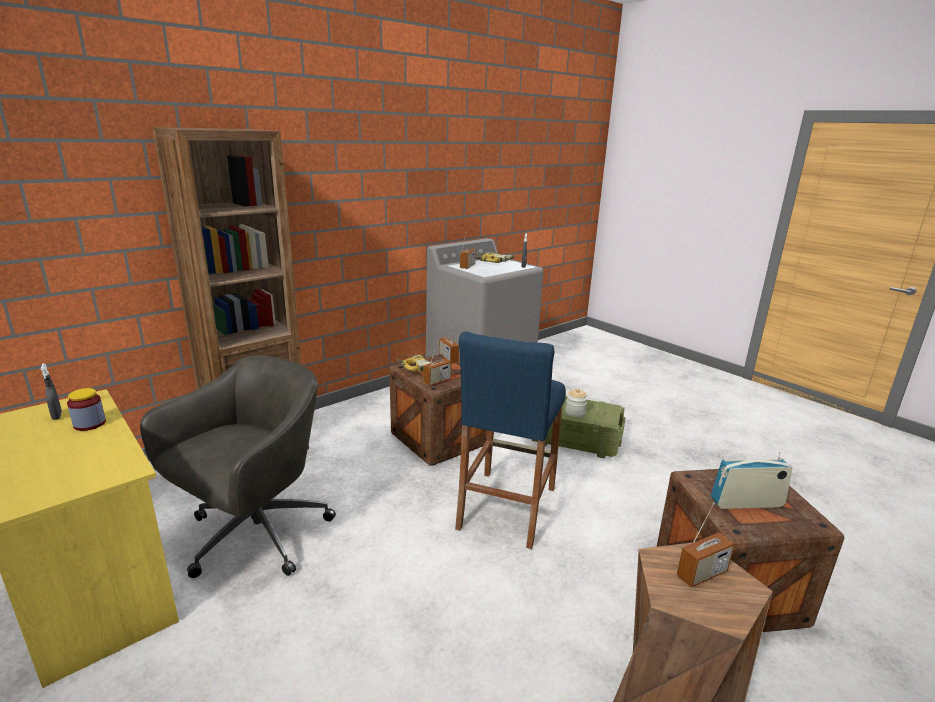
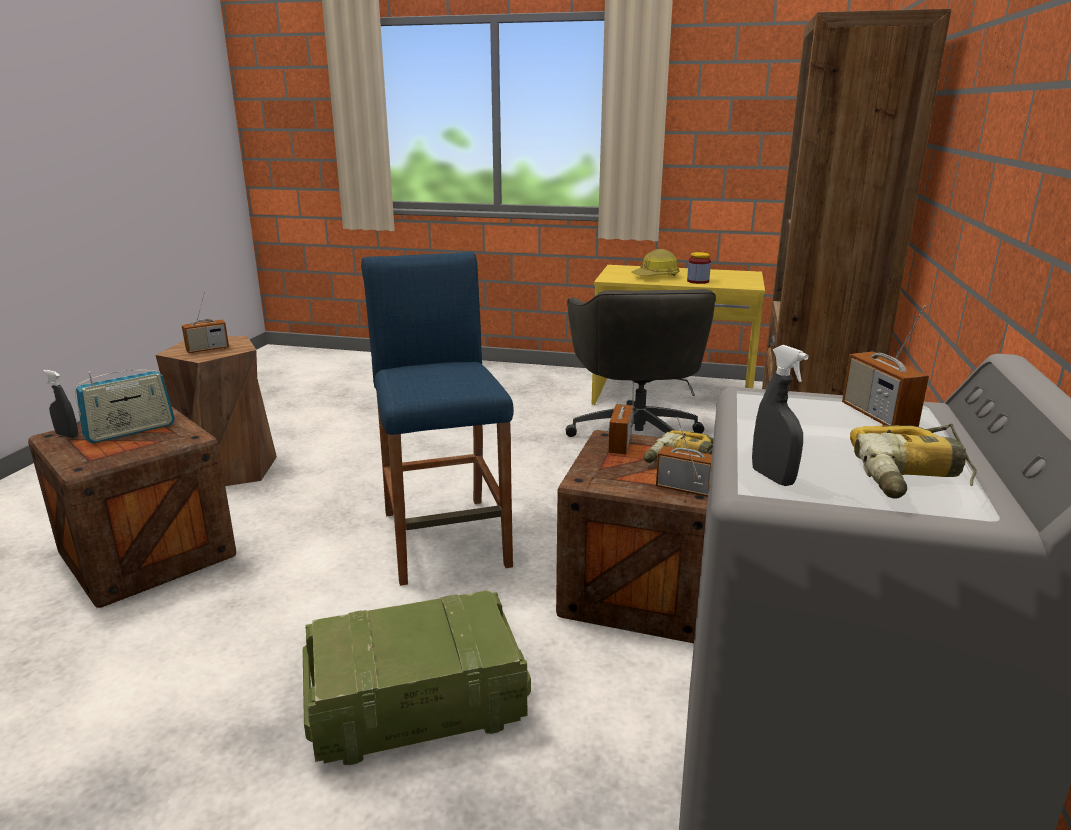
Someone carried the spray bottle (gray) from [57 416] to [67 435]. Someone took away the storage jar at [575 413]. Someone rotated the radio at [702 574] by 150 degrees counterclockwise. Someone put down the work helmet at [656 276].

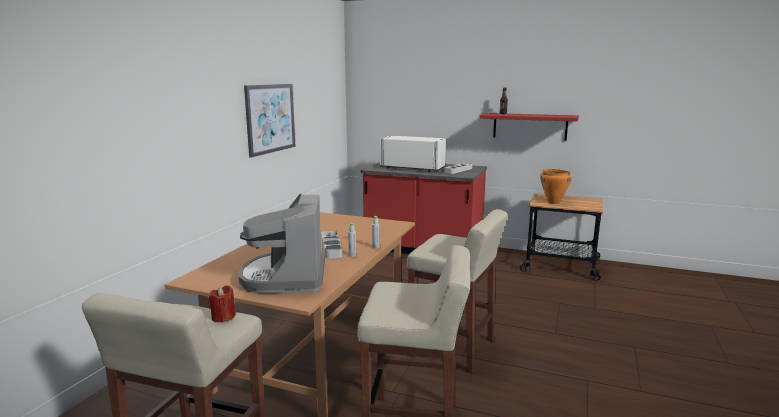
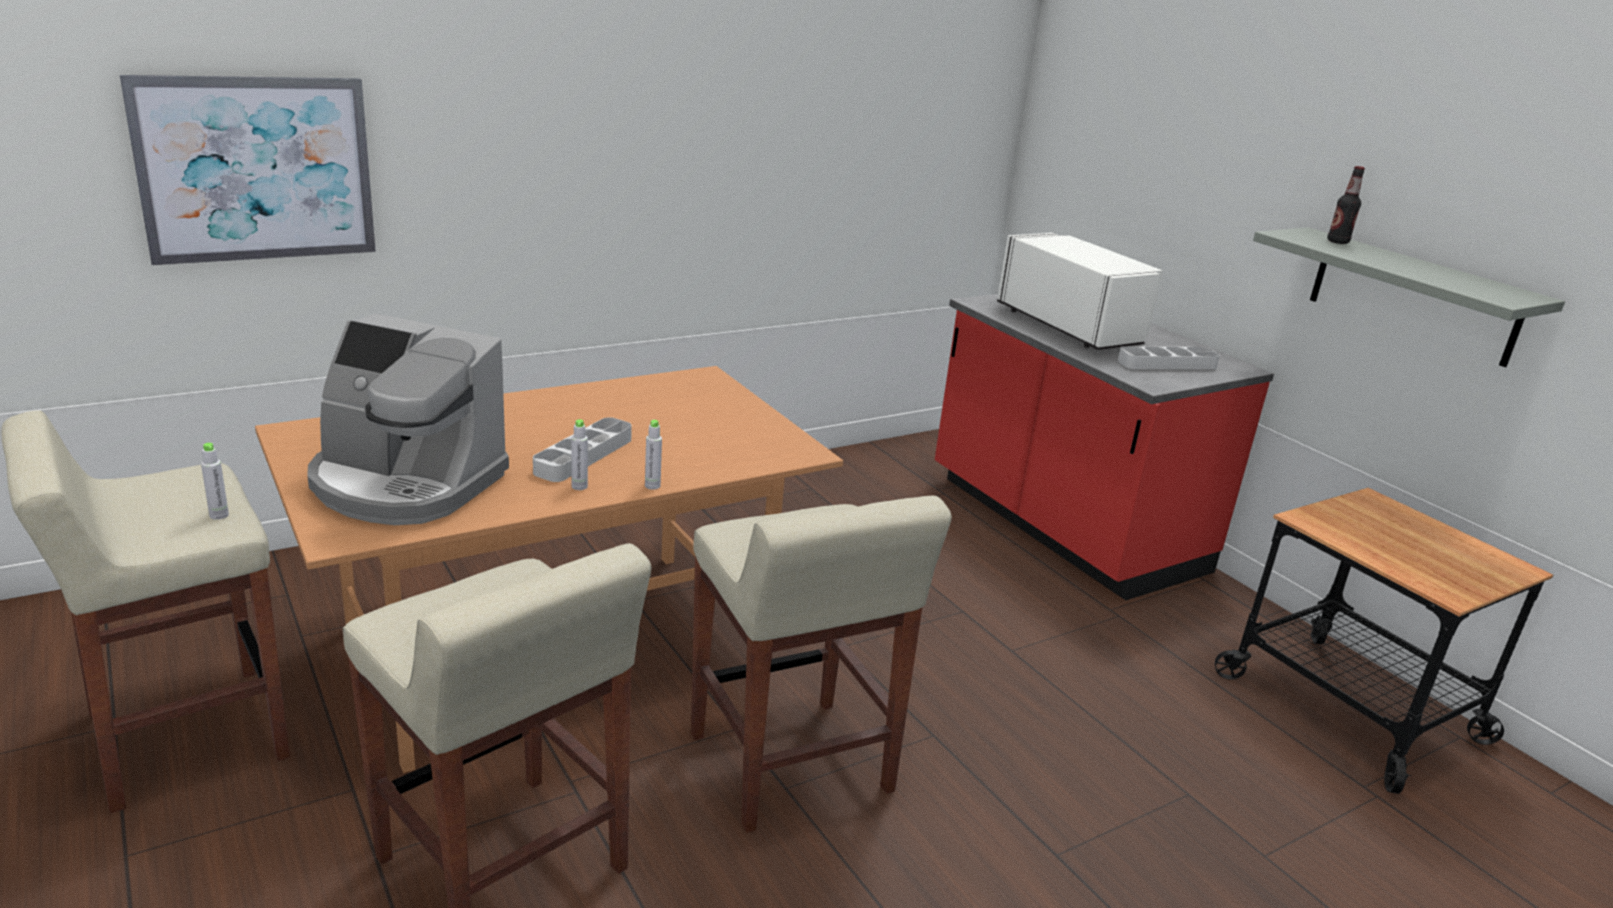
Someone carried the picture from [270 118] to [257 169]. Someone repainted the wall shelf (red) at [529 126], which became the wall shelf (gray) at [1413 296]. Someone took away the stockpot (orange-coloured) at [553 202]. Someone rotated the coffee maker at [285 277] by 105 degrees counterclockwise. Someone swapped the candle (red) at [223 317] for the drink bottle (gray) at [219 515].

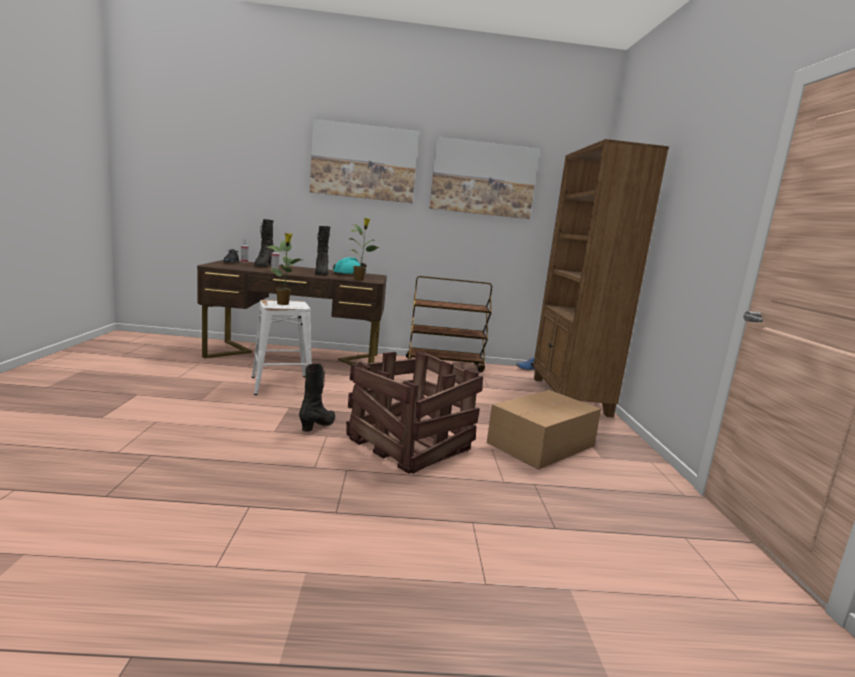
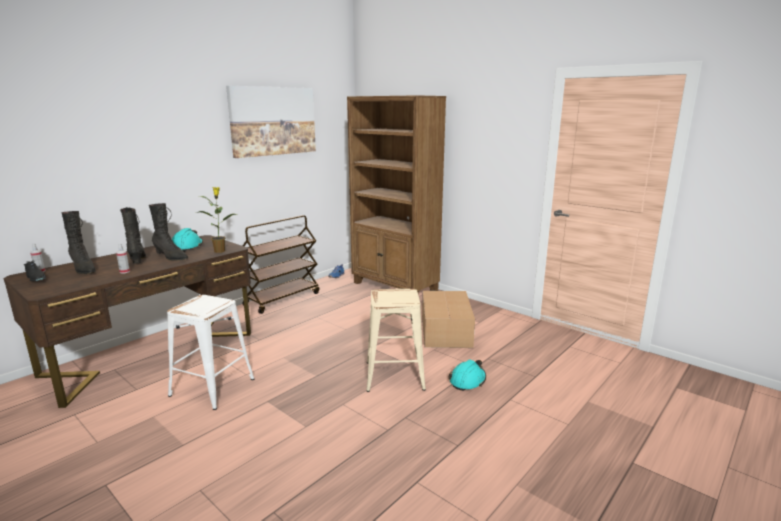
Someone took away the picture at [364 162]. Someone took away the potted plant at [283 304]. Someone swapped the packing crate at [408 444] for the stool (sand-coloured) at [394 375]. Someone carried the high-top boot (black-coloured) from [318 425] to [138 260]. Someone put down the work helmet (blue-green) at [467 380].

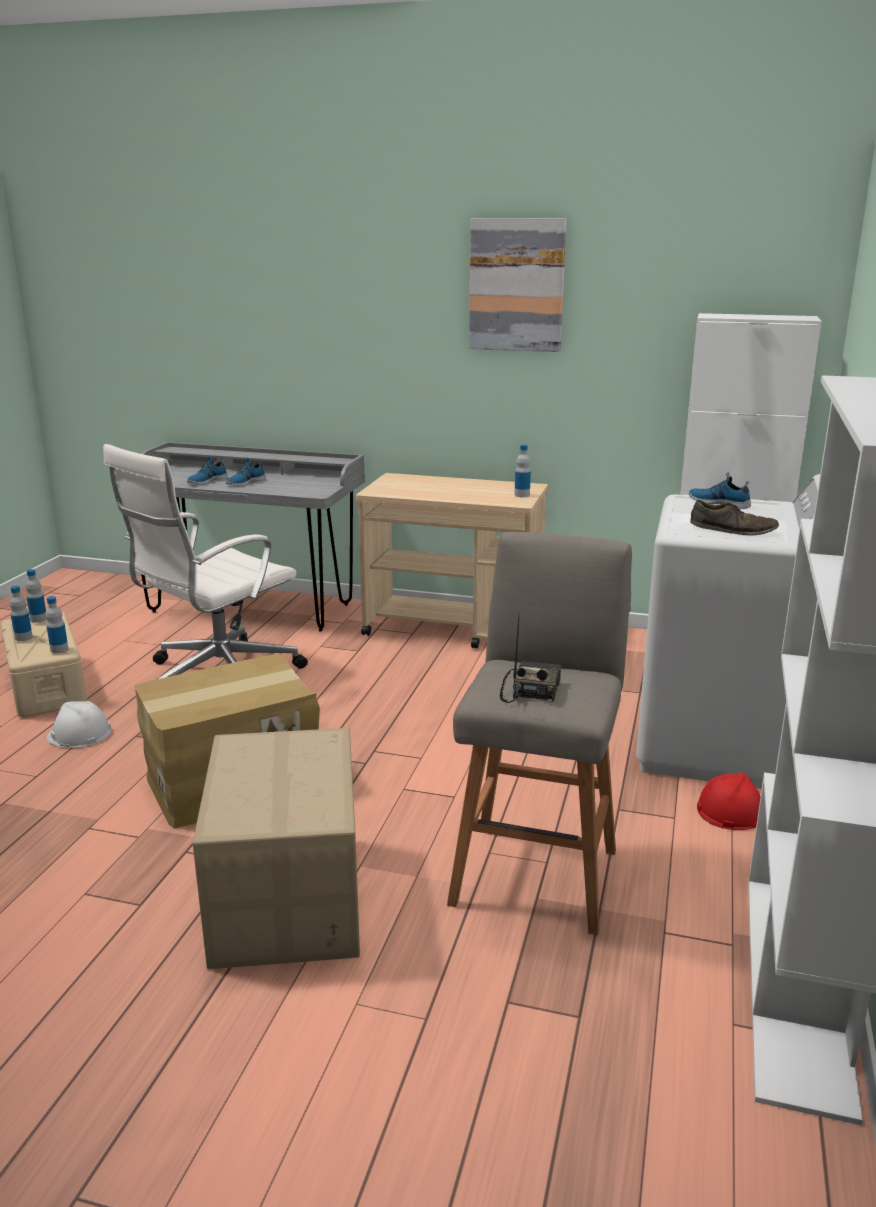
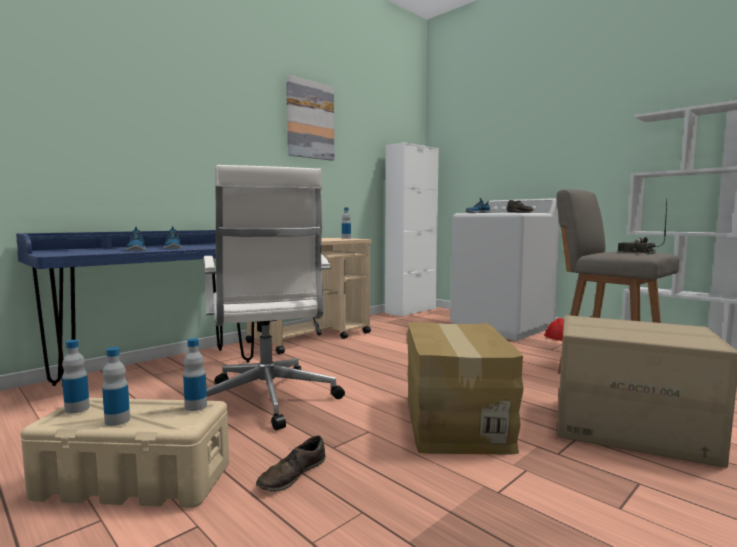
Someone repainted the desk unit (gray) at [251 607], which became the desk unit (blue-coloured) at [158 372]. Someone swapped the work helmet (whitish) at [79 734] for the shoe (brown) at [292 475].

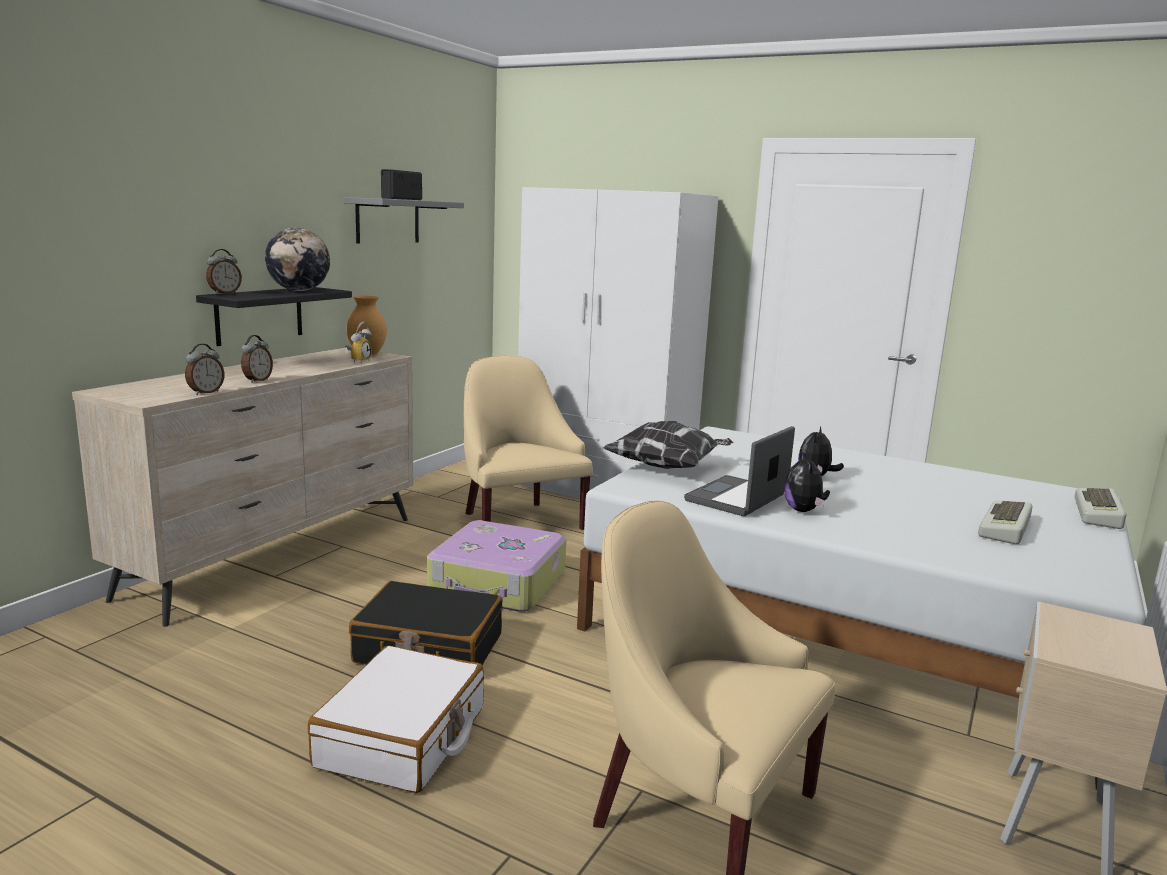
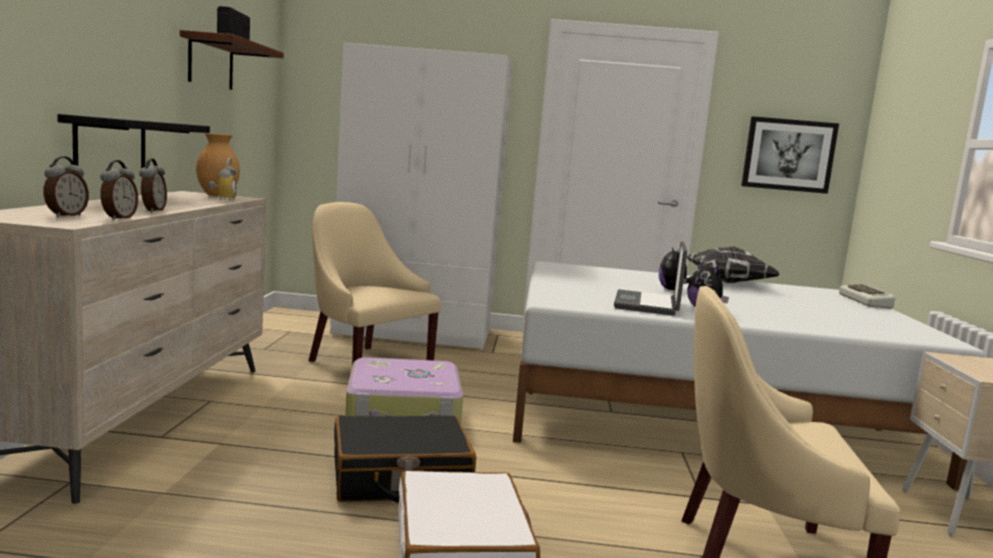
Someone repainted the wall shelf (gray) at [388 221], which became the wall shelf (brown) at [211 63]. Someone took away the desk globe at [299 290]. Someone carried the table clock from [224 293] to [65 216]. Someone carried the pillow from [668 467] to [729 283]. Someone took away the keyboard at [1007 529]. Someone put up the picture at [788 155].

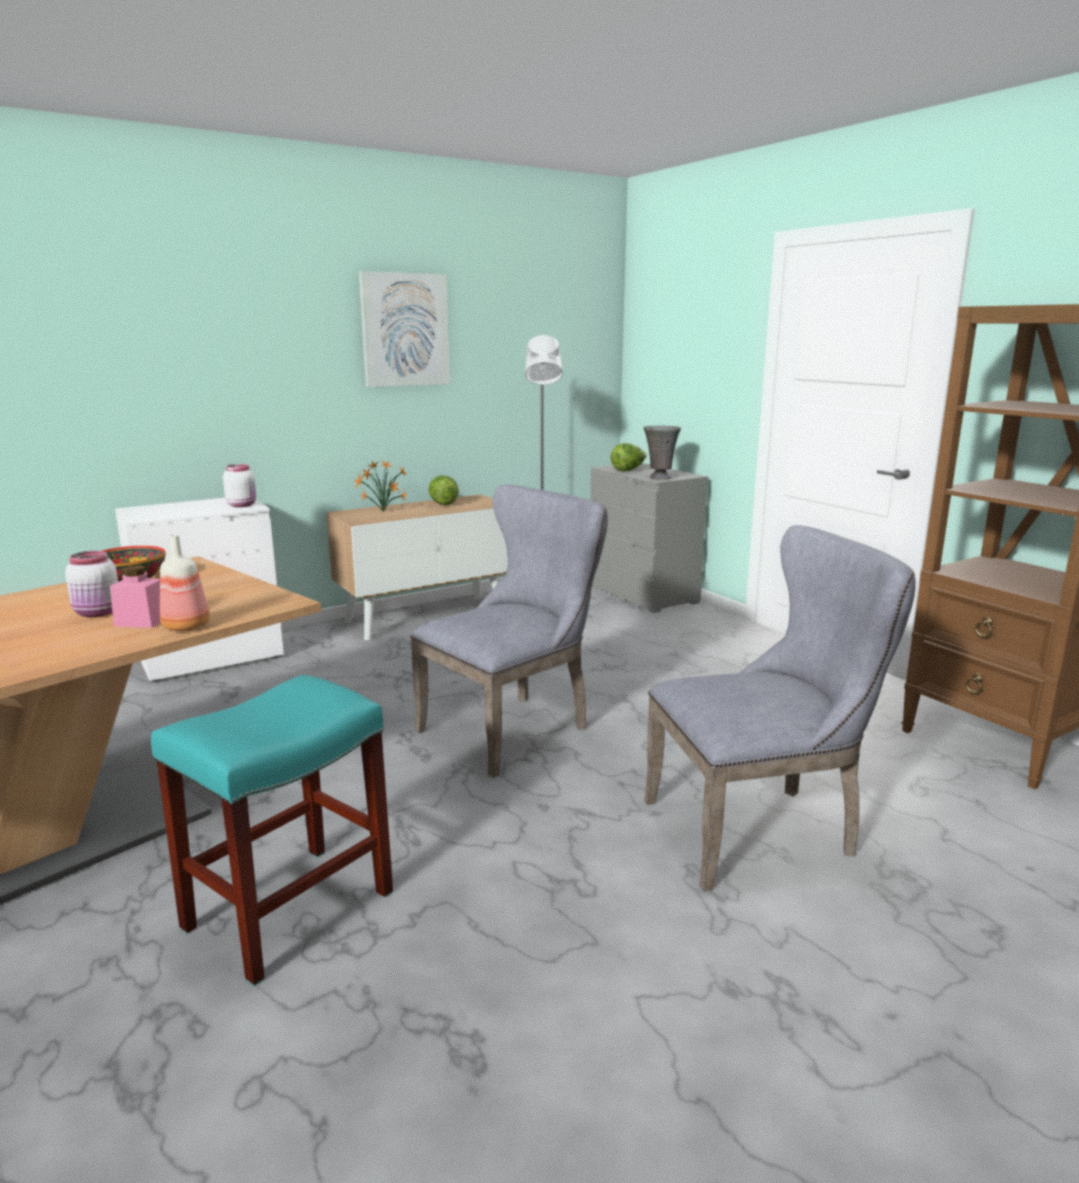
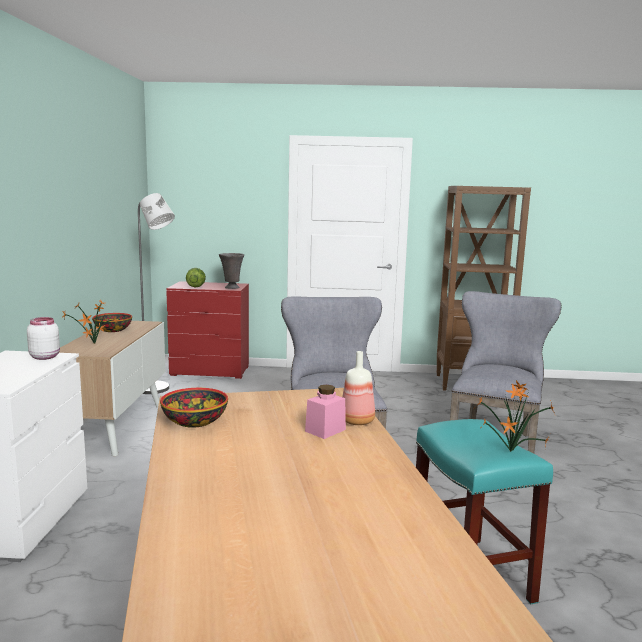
Someone took away the picture at [405 330]. Someone repainted the drawer chest (gray) at [643 595], which became the drawer chest (red) at [210 371]. Someone swapped the lettuce at [442 504] for the deep dish at [113 330]. Someone took away the storage jar (whitish) at [98 613]. Someone put down the potted plant at [508 451].

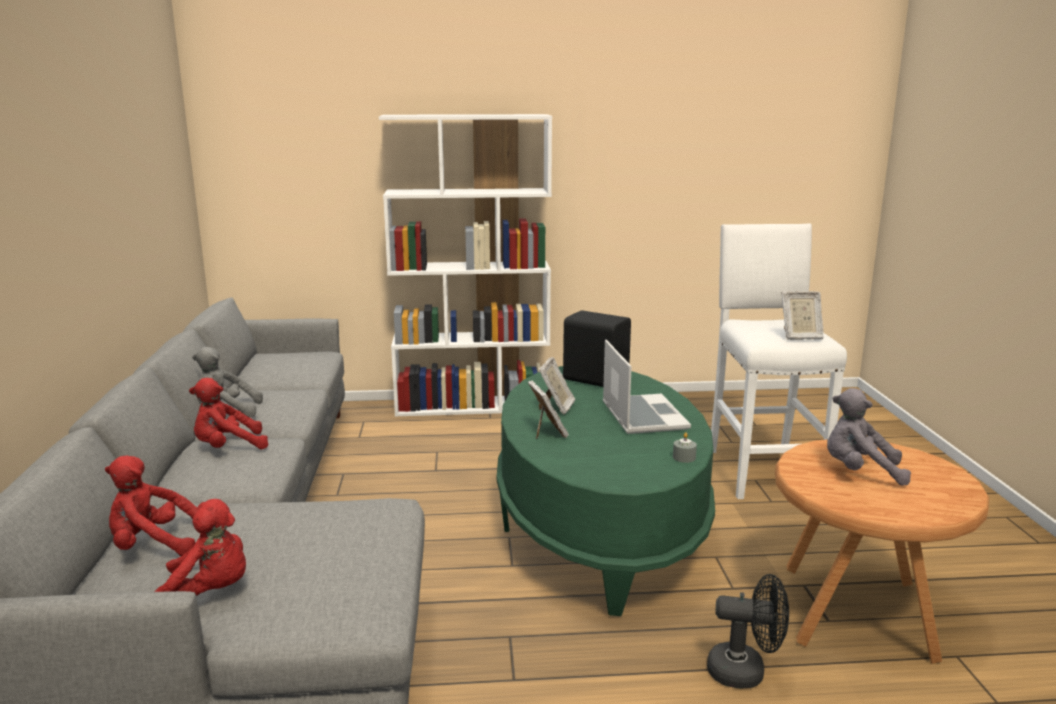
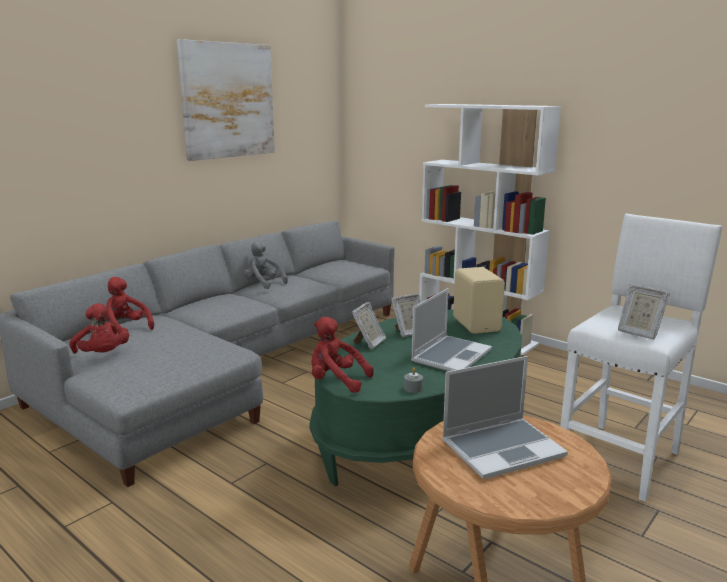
Someone repainted the speaker (black-coloured) at [595 379], which became the speaker (sand-coloured) at [477 324]. Someone carried the soft toy (red) from [228 448] to [336 381]. Someone swapped the soft toy (gray) at [859 472] for the laptop at [503 448]. Someone took away the fan (black-coloured) at [745 672]. Someone put up the picture at [228 100].

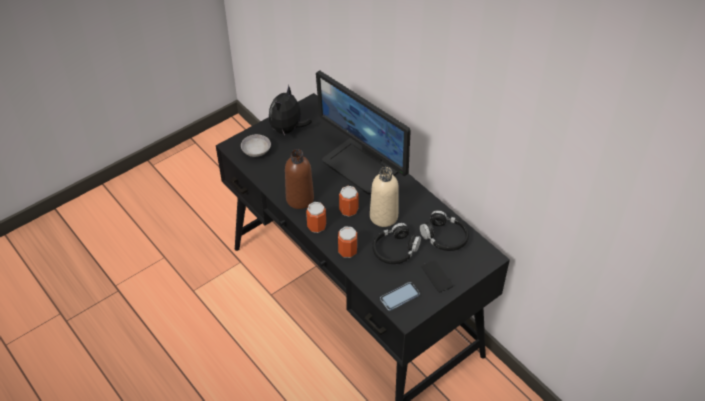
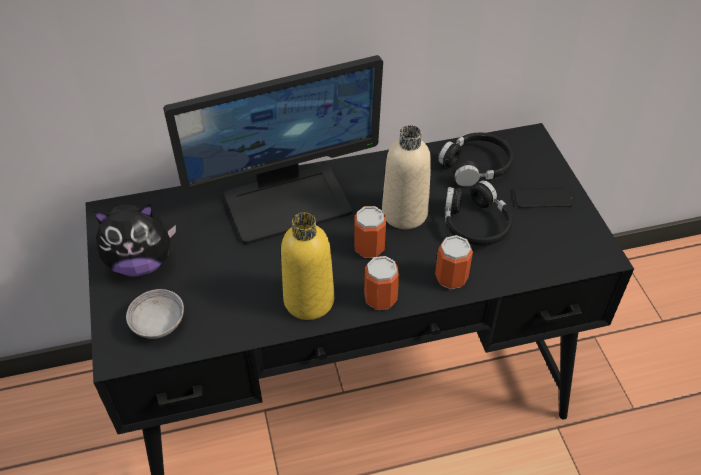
Someone rotated the soft toy at [288 129] by 60 degrees counterclockwise. Someone repainted the drink bottle (brown) at [300 199], which became the drink bottle (yellow-coloured) at [309 300]. Someone took away the phone at [399 297].

